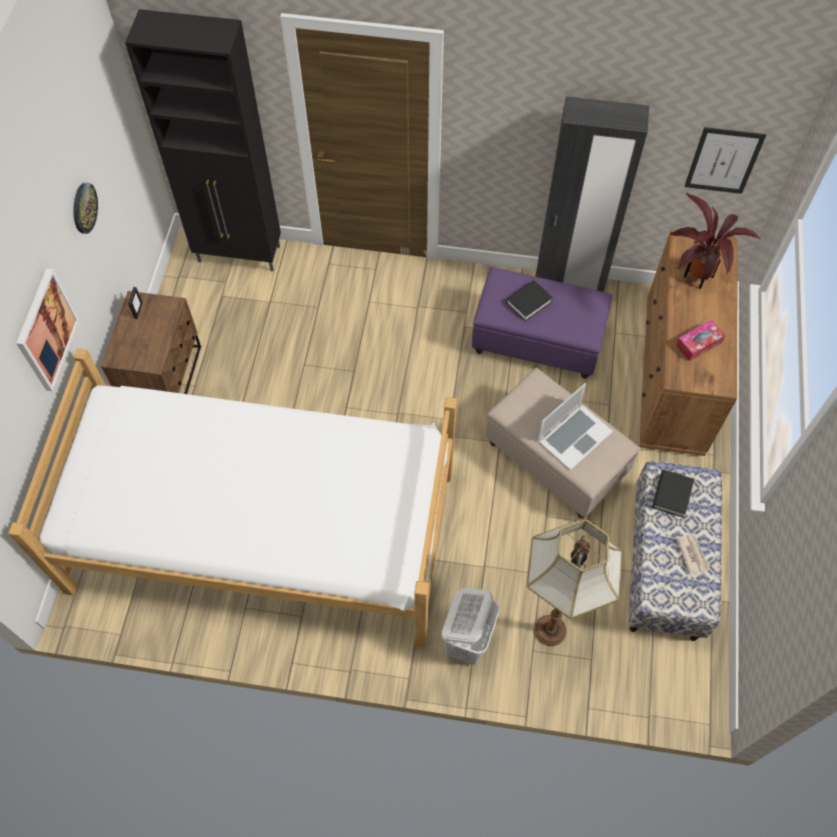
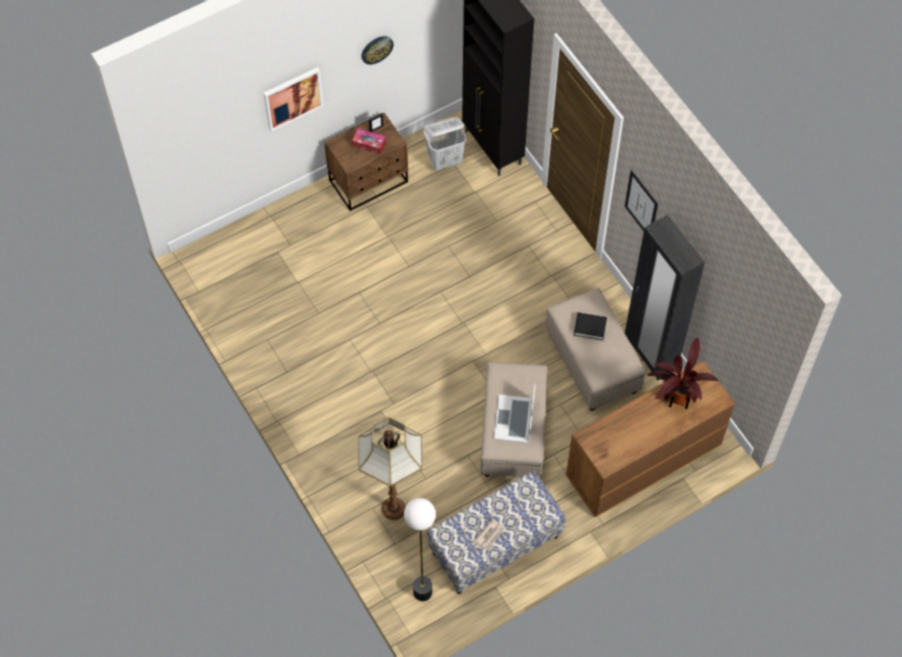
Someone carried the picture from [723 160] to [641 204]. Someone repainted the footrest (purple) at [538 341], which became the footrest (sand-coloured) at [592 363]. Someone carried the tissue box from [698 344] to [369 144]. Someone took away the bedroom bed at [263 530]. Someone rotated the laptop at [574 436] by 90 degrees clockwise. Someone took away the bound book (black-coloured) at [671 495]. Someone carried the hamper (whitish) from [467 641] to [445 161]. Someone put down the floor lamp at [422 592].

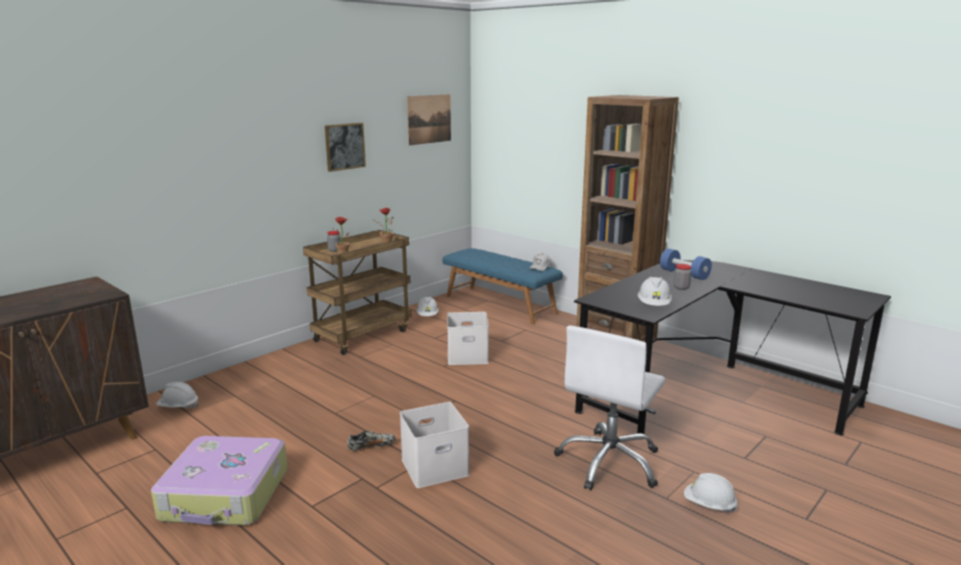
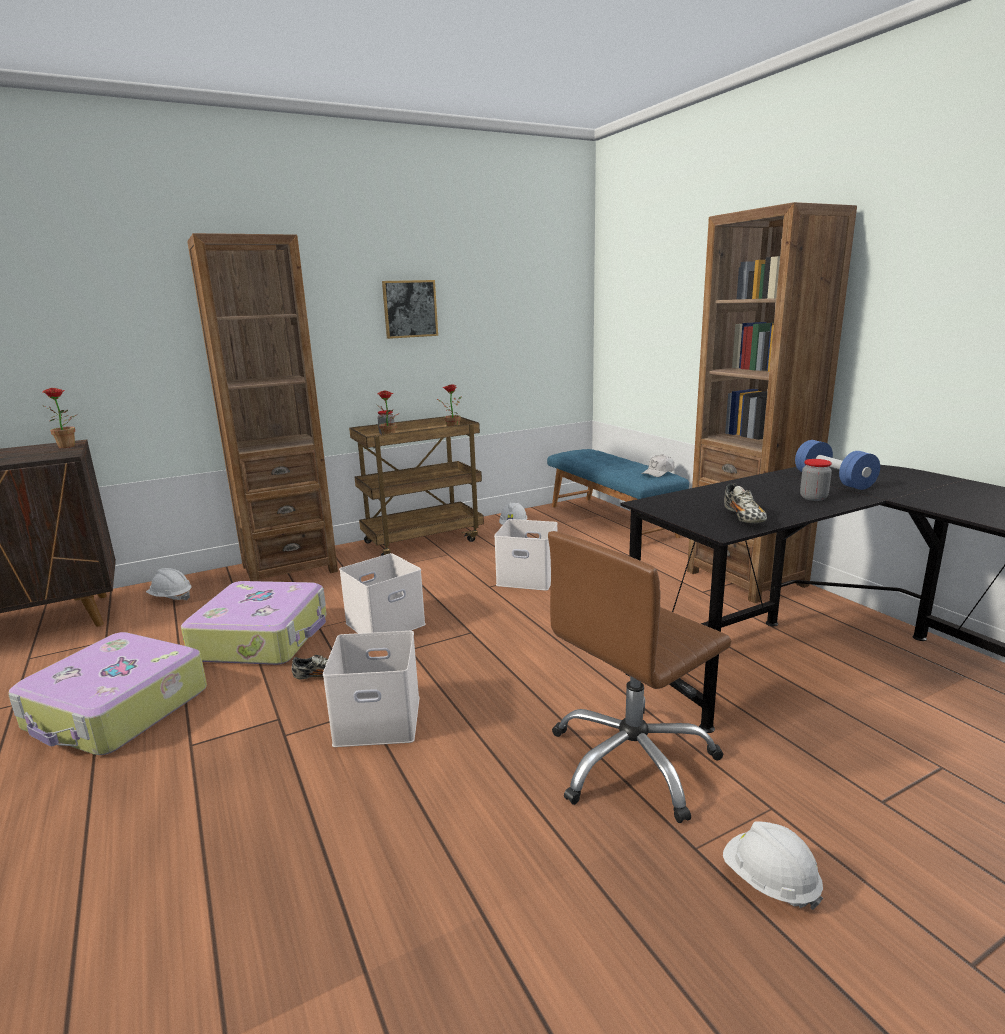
Someone took away the picture at [429 119]. Someone swapped the work helmet (whitish) at [654 305] for the shoe at [743 518]. Someone repainted the computer chair (whitish) at [609 462], which became the computer chair (brown) at [632 762]. Someone put down the bookshelf (brown) at [289 568]. Someone put down the potted plant at [68 447]. Someone put down the storage box (whitish) at [386 623]. Someone put down the travel case at [263 637].

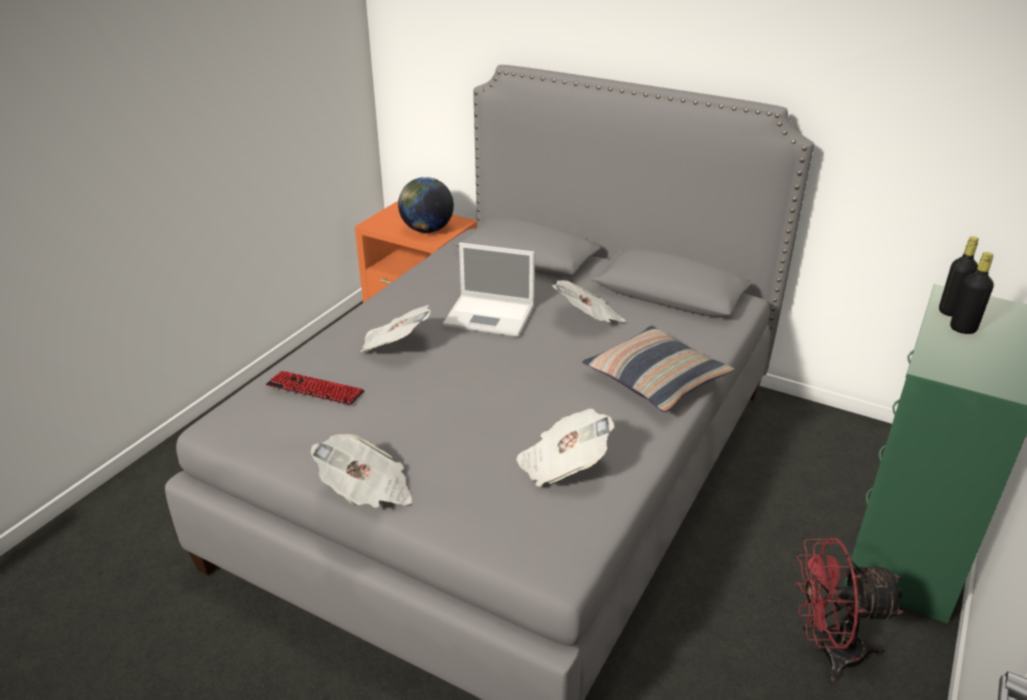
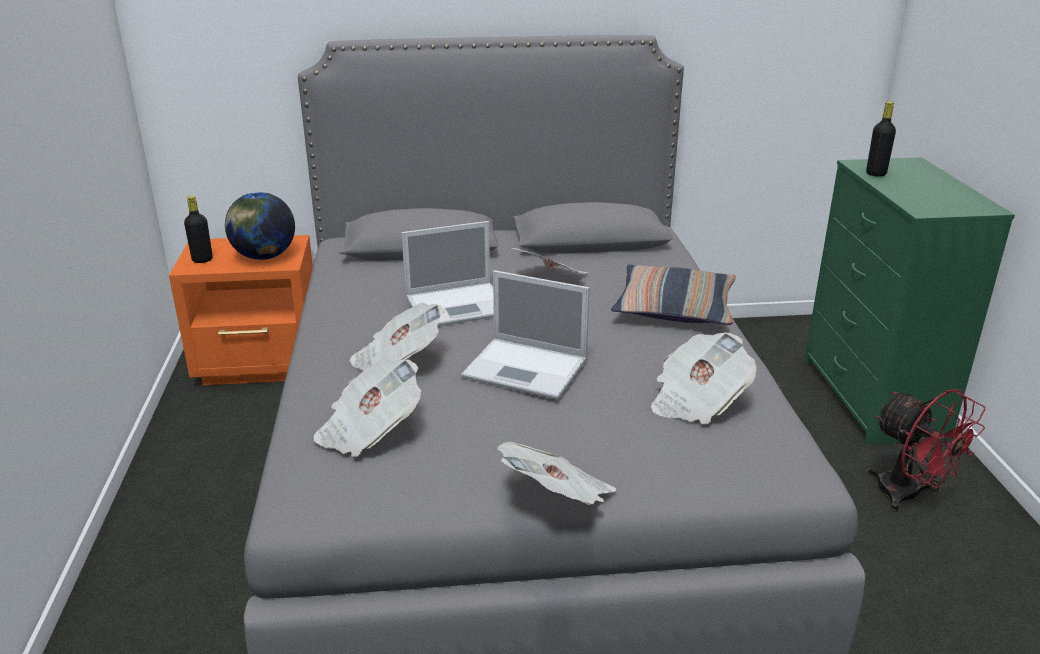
Someone carried the drink bottle (black-coloured) from [963 329] to [202 260]. Someone swapped the keyboard at [315 390] for the daily paper at [369 431]. Someone rotated the fan (red) at [828 650] by 90 degrees counterclockwise. Someone put down the laptop at [527 369].

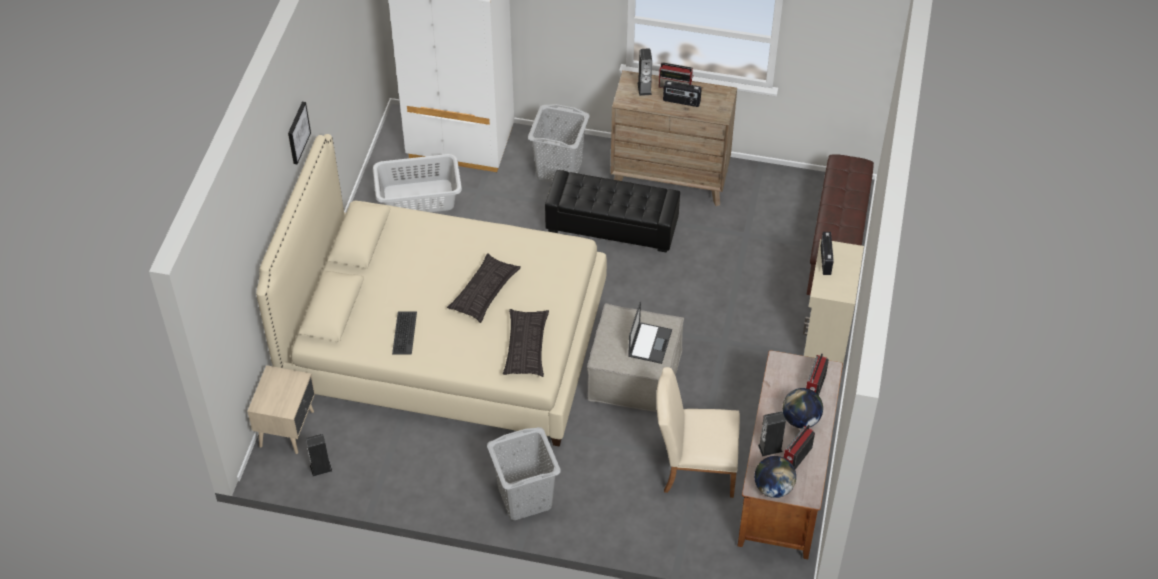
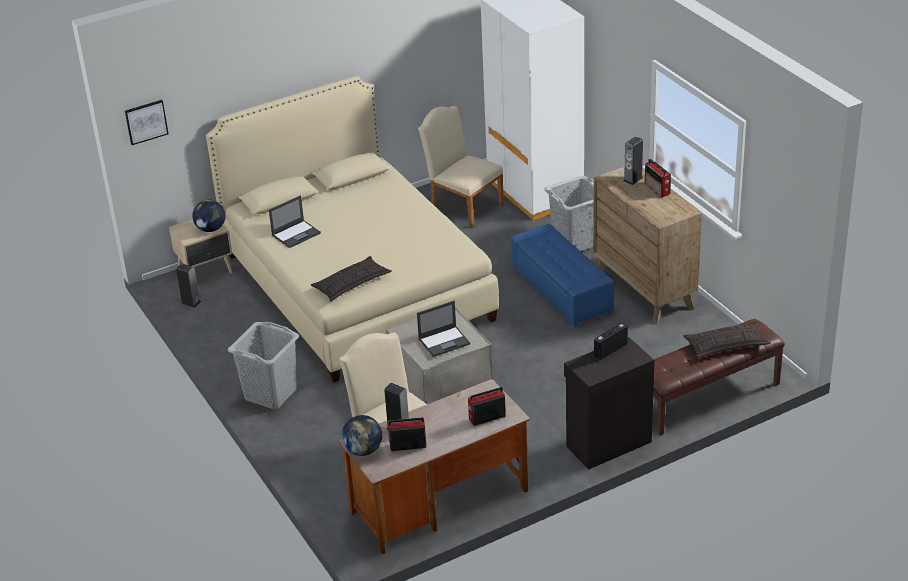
Someone took away the radio at [681 101]. Someone carried the picture from [297 132] to [146 121]. Someone swapped the hamper (gray) at [418 198] for the plain chair (sand-coloured) at [462 206]. Someone repainted the footrest (black-coloured) at [612 225], which became the footrest (blue-coloured) at [562 290]. Someone repainted the cabinet (sand-coloured) at [825 337], which became the cabinet (black-coloured) at [607 443]. Someone carried the pillow from [484 291] to [726 345]. Someone swapped the keyboard at [404 333] for the laptop at [296 234]. Someone carried the desk globe from [800 419] to [211 229].

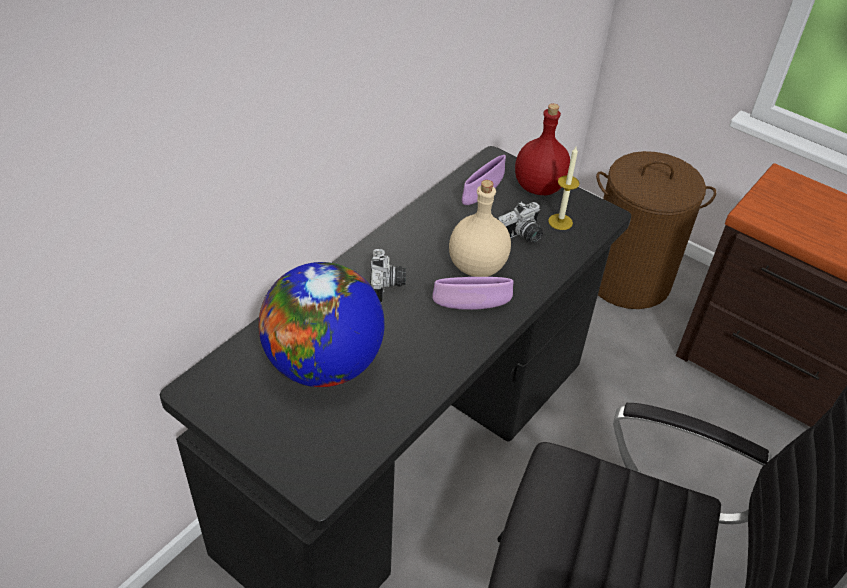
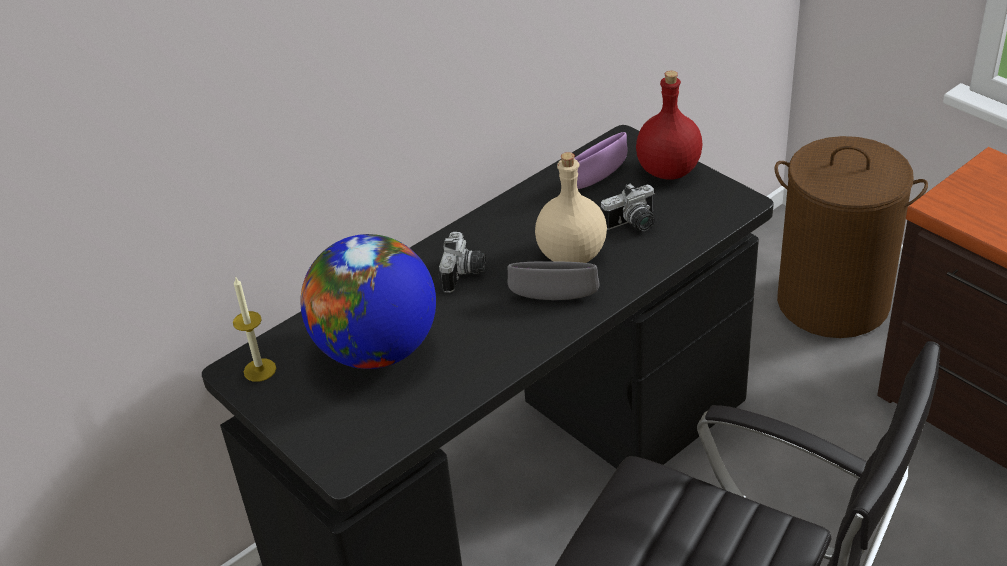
Someone carried the candle from [560 222] to [260 370]. Someone repainted the deep dish (purple) at [471 306], which became the deep dish (gray) at [554 297].

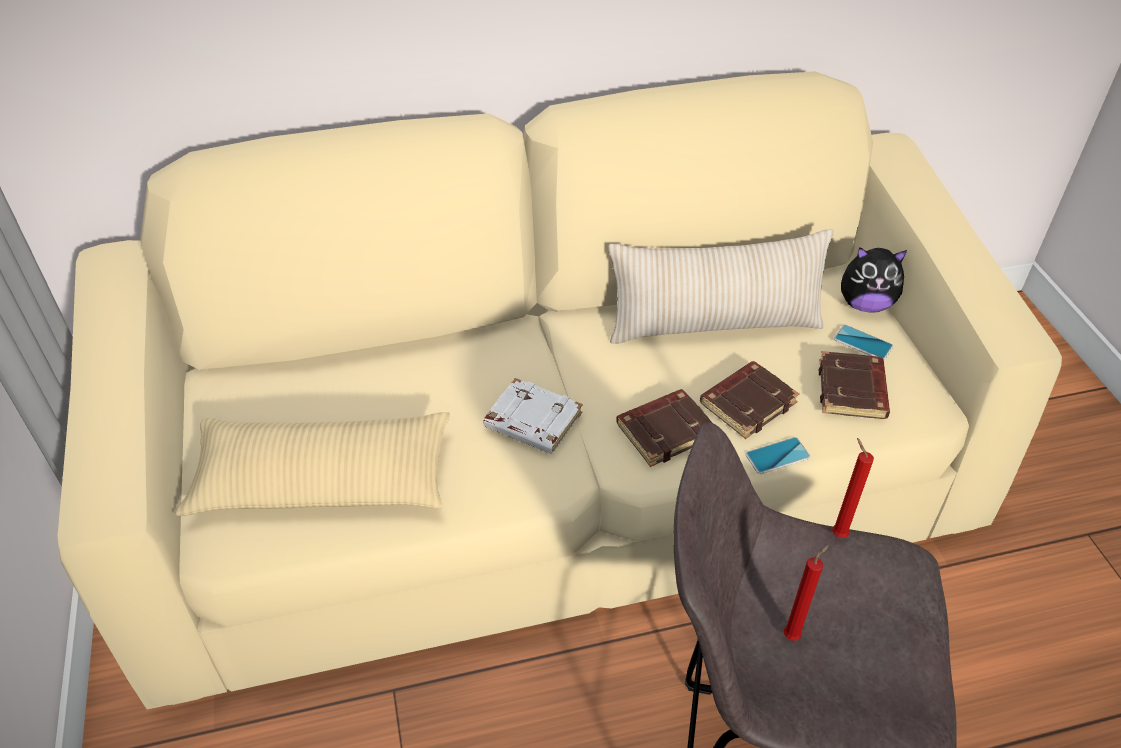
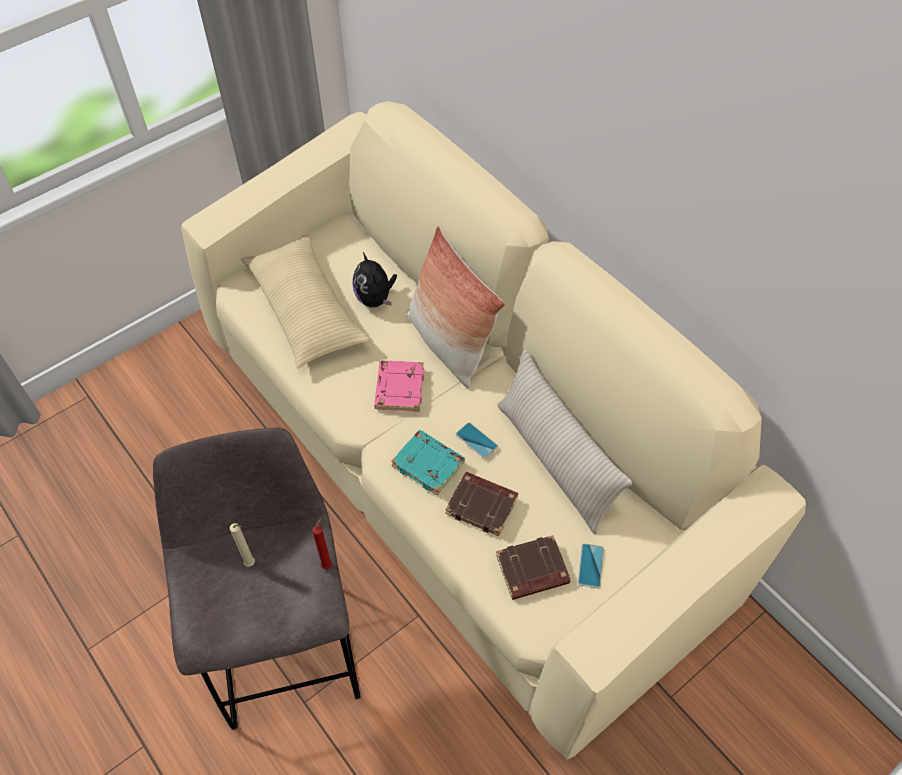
Someone carried the soft toy from [865 304] to [375 299]. Someone repainted the bound book (whitish) at [531 422], which became the bound book (pink) at [398 388]. Someone repainted the bound book (brown) at [665 430], which became the bound book (blue-green) at [429 464]. Someone carried the phone from [777 456] to [476 440]. Someone repainted the candle (red) at [793 634], which became the candle (sand-coloured) at [251 564]. Someone put down the pillow at [448 344].

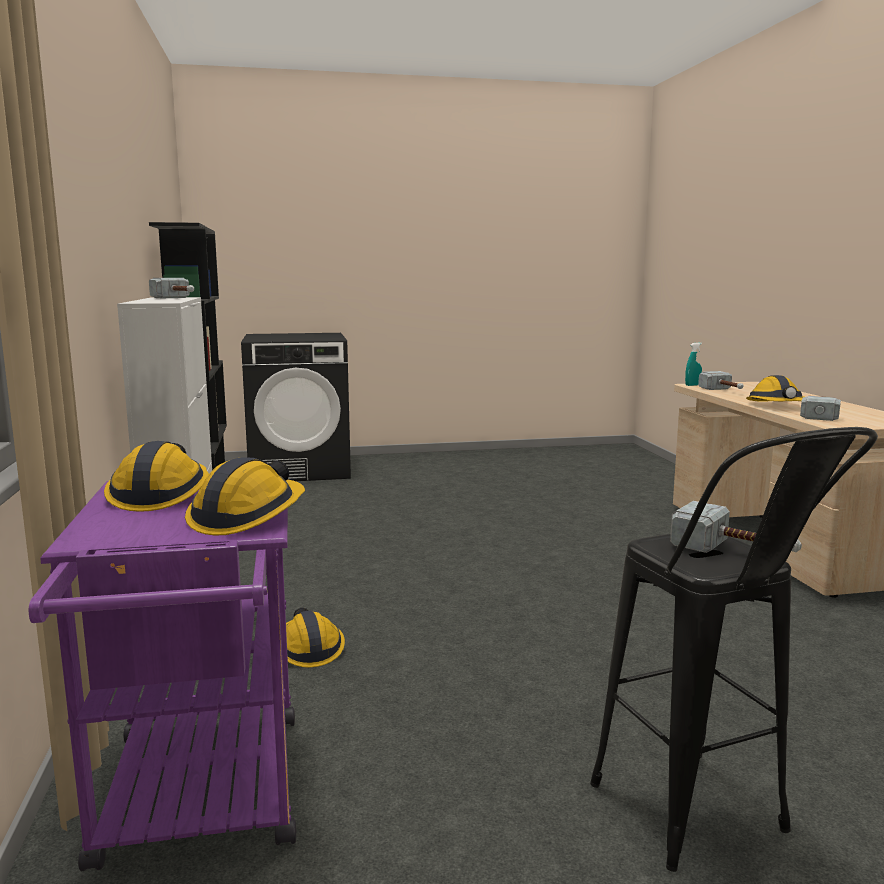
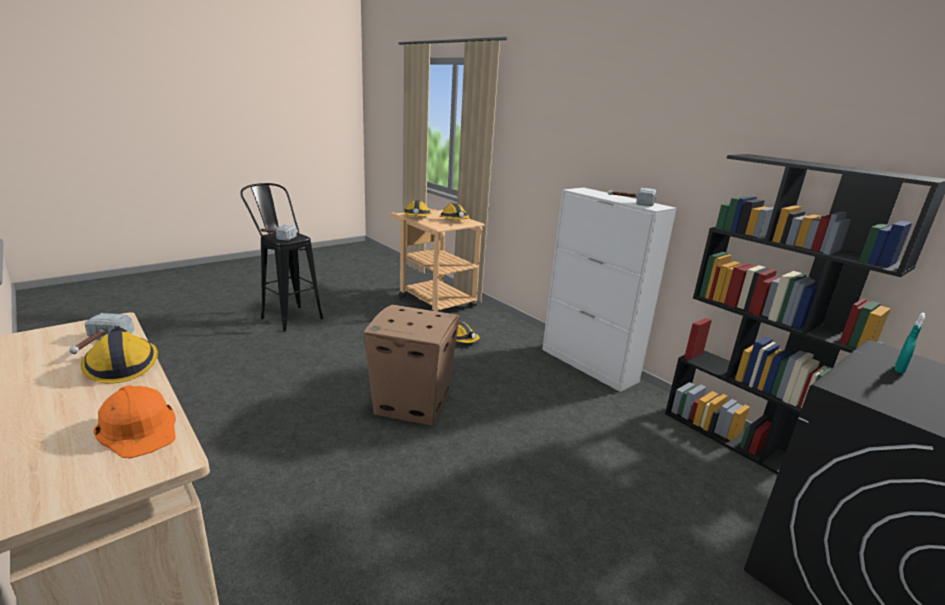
Someone carried the spray bottle (blue-green) from [692 385] to [899 369]. Someone swapped the hand hammer at [724 390] for the work helmet (orange-coloured) at [139 428]. Someone repainted the wheeled cart (purple) at [201 802], which became the wheeled cart (sand-coloured) at [432 299]. Someone put down the carton at [413 403].

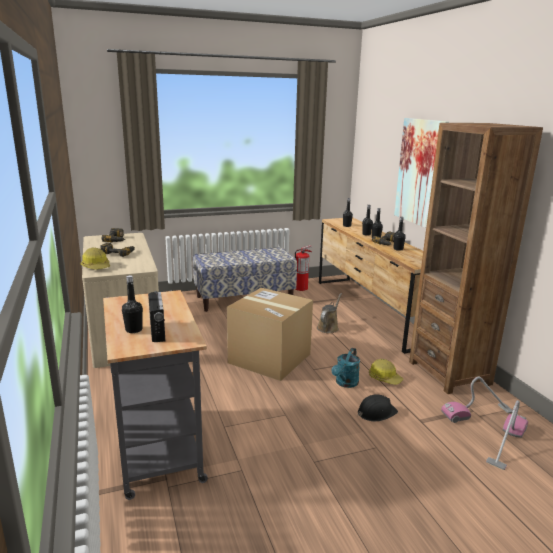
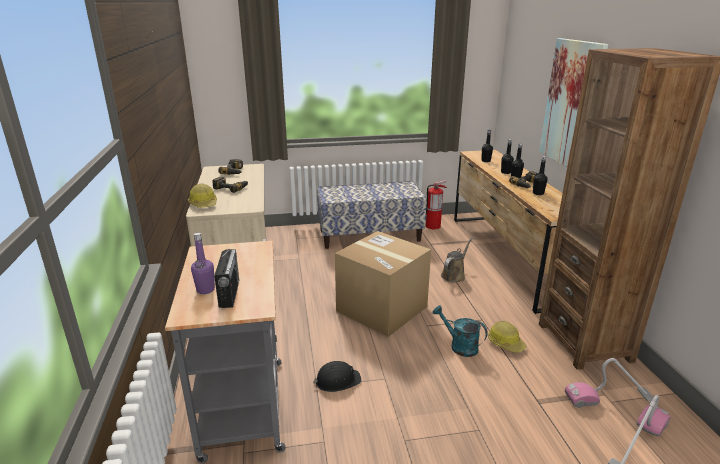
Someone repainted the drink bottle (black-coloured) at [134 330], which became the drink bottle (purple) at [205 290]. Someone rotated the watering pot (blue-green) at [345 383] by 90 degrees clockwise. Someone carried the work helmet (black-coloured) from [376 412] to [337 380].

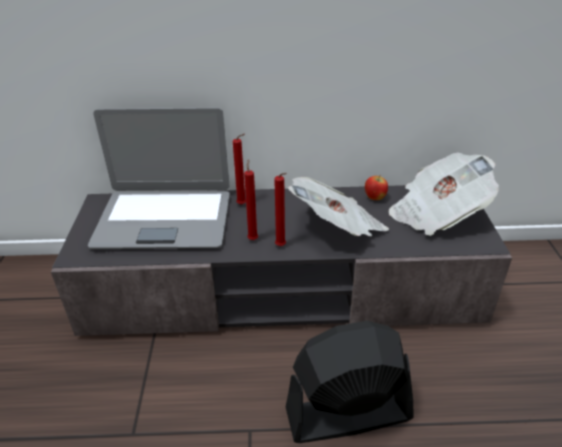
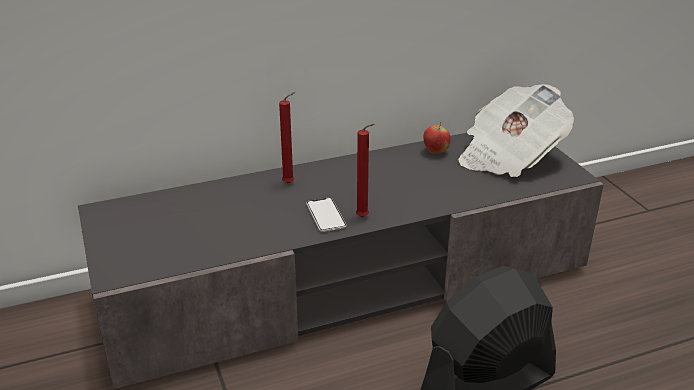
Someone took away the laptop at [164 219]. Someone swapped the candle (red) at [253 239] for the phone at [326 216]. Someone took away the daily paper at [338 228].

